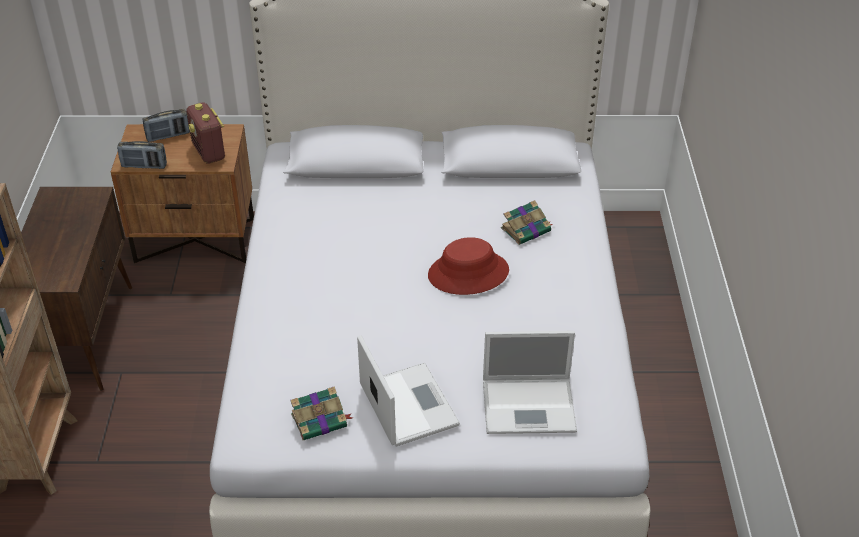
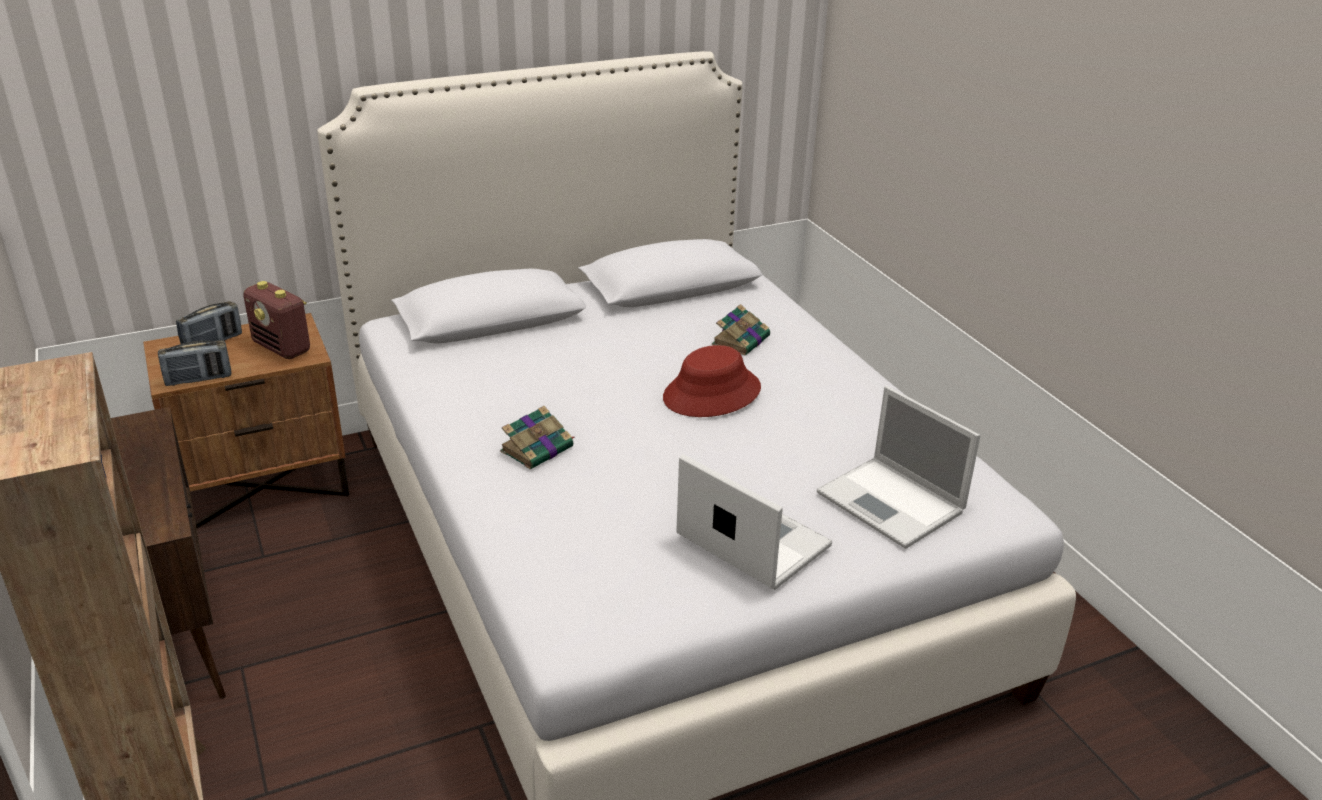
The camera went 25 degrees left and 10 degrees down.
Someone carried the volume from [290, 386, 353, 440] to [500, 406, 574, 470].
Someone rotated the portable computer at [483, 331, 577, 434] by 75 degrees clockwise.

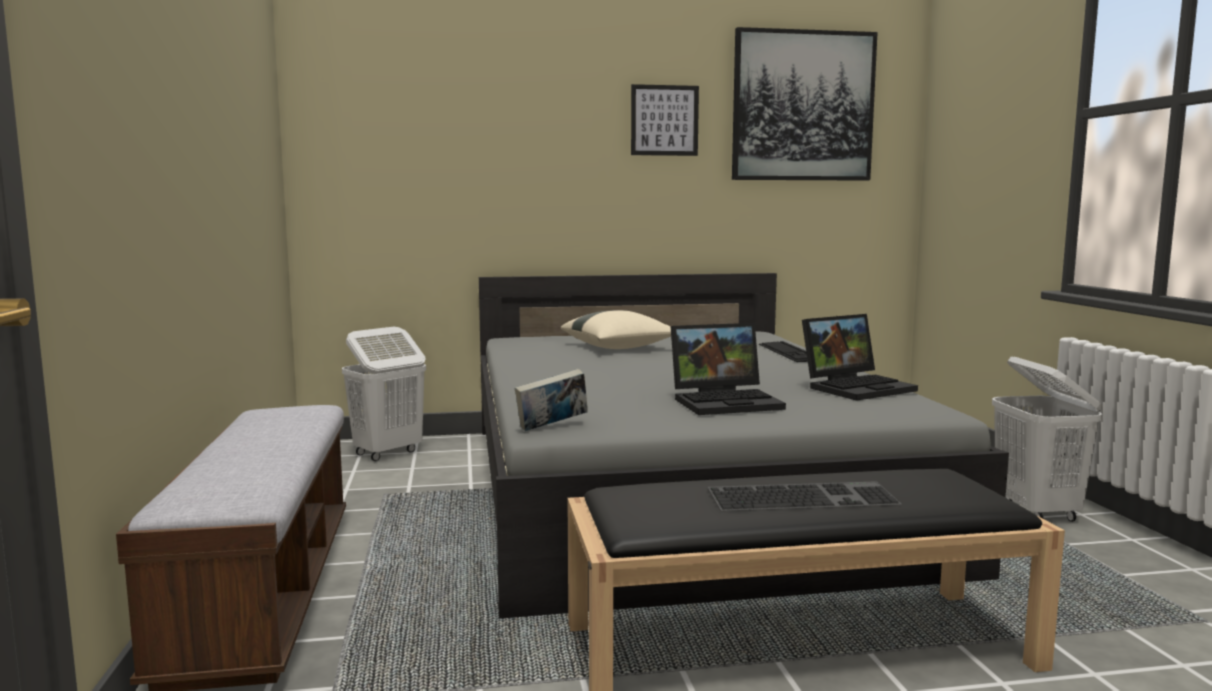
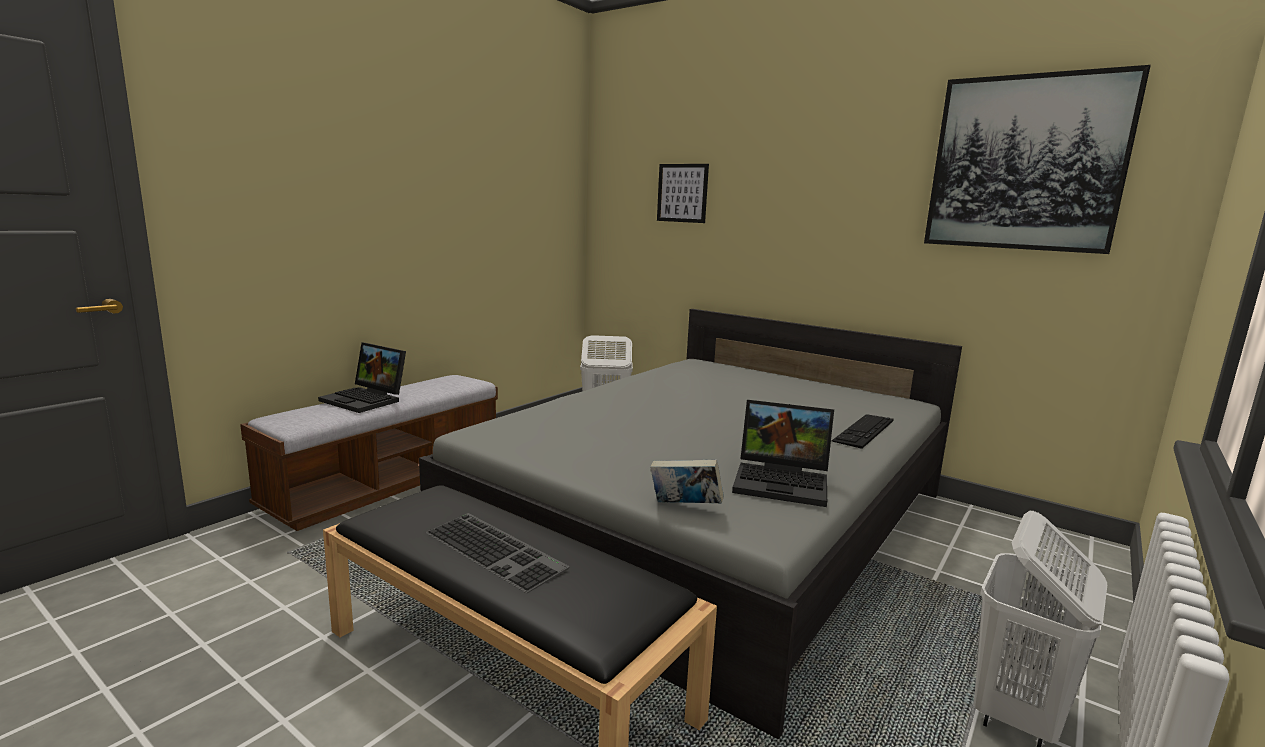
The camera went 45 degrees right and 5 degrees up.
Someone carried the portable computer from [671, 323, 786, 415] to [318, 342, 406, 413].
Someone carried the volume from [515, 369, 588, 431] to [650, 459, 724, 504].
Someone carried the wall picture from [631, 84, 699, 156] to [657, 164, 709, 223].
Someone took away the throw pillow/beige-coloured at [561, 310, 671, 349].

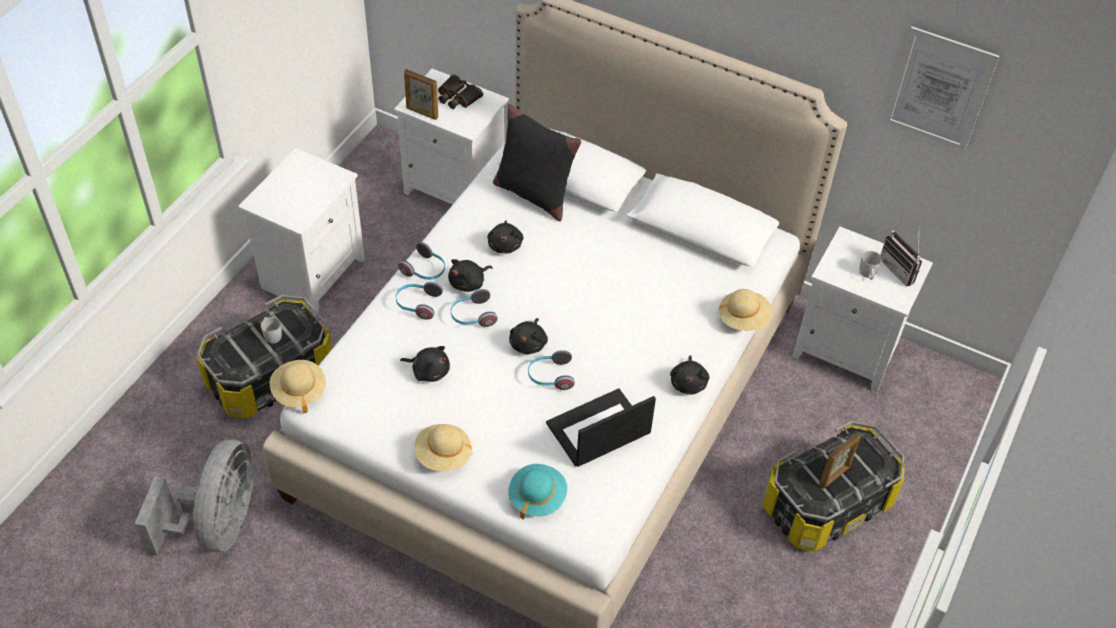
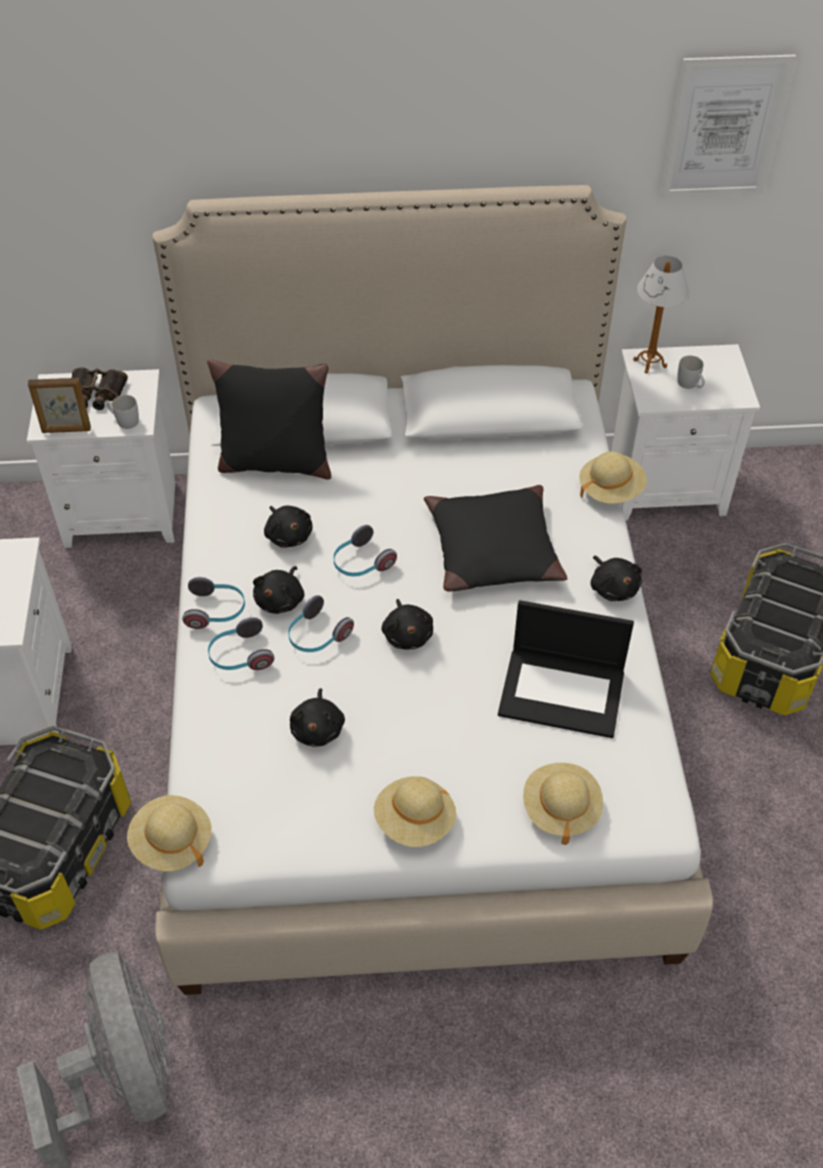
The camera went 30 degrees left and 0 degrees up.
Someone carried the mug/white-coloured from [261, 317, 282, 344] to [107, 395, 139, 429].
Someone rotated the cuddly toy/blackish at [400, 346, 450, 382] by 105 degrees clockwise.
Someone carried the headphones from [528, 350, 575, 390] to [333, 525, 397, 576].
Someone put down the throw pillow/blackish at [424, 485, 567, 592].
Someone rotated the portable computer at [546, 389, 656, 467] by 105 degrees counterclockwise.
Someone repainted the wearable hat/blue-green at [508, 464, 567, 520], which became the wearable hat/beige-coloured at [523, 763, 603, 845].
Someone put down the tabletop lamp at [633, 256, 689, 374].
Someone took away the photo frame at [819, 433, 861, 489].
Someone took away the radio at [880, 230, 922, 286].

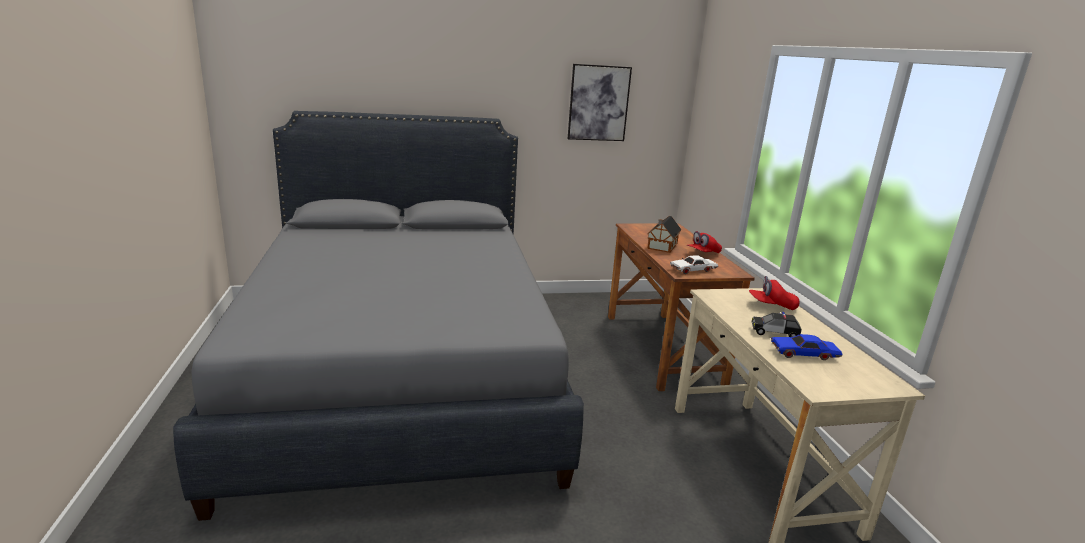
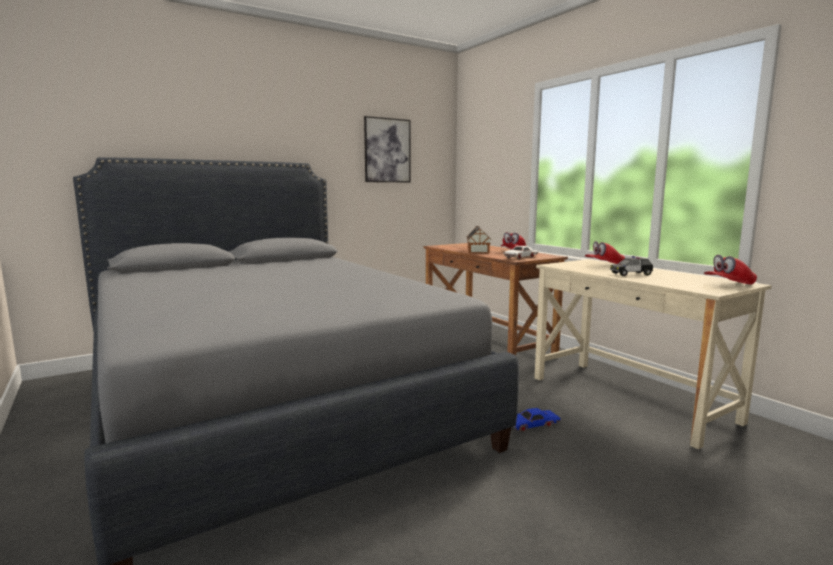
The camera went 20 degrees left and 10 degrees down.
Someone carried the toy car/blue from [771, 334, 843, 360] to [513, 408, 561, 432].
Someone put down the peaked cap/red at [704, 255, 757, 284].

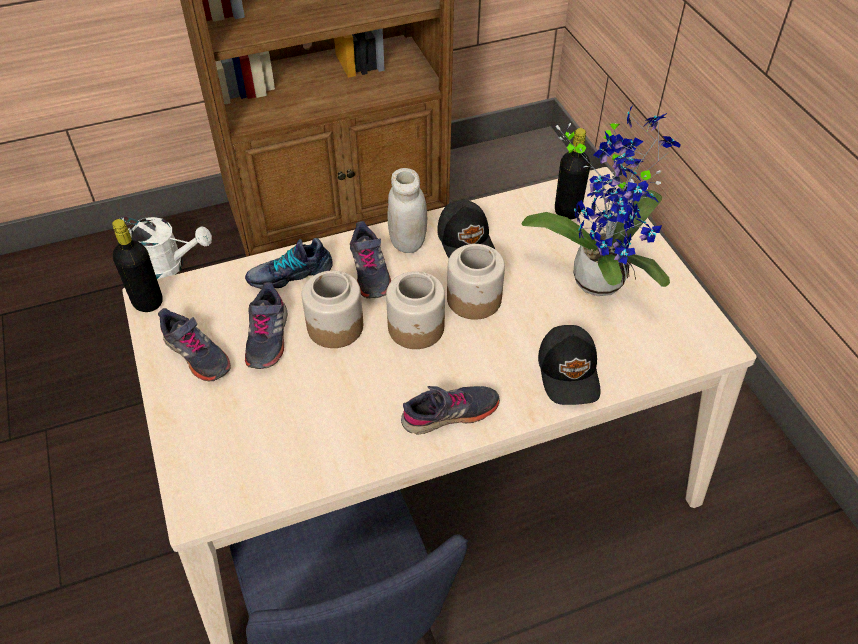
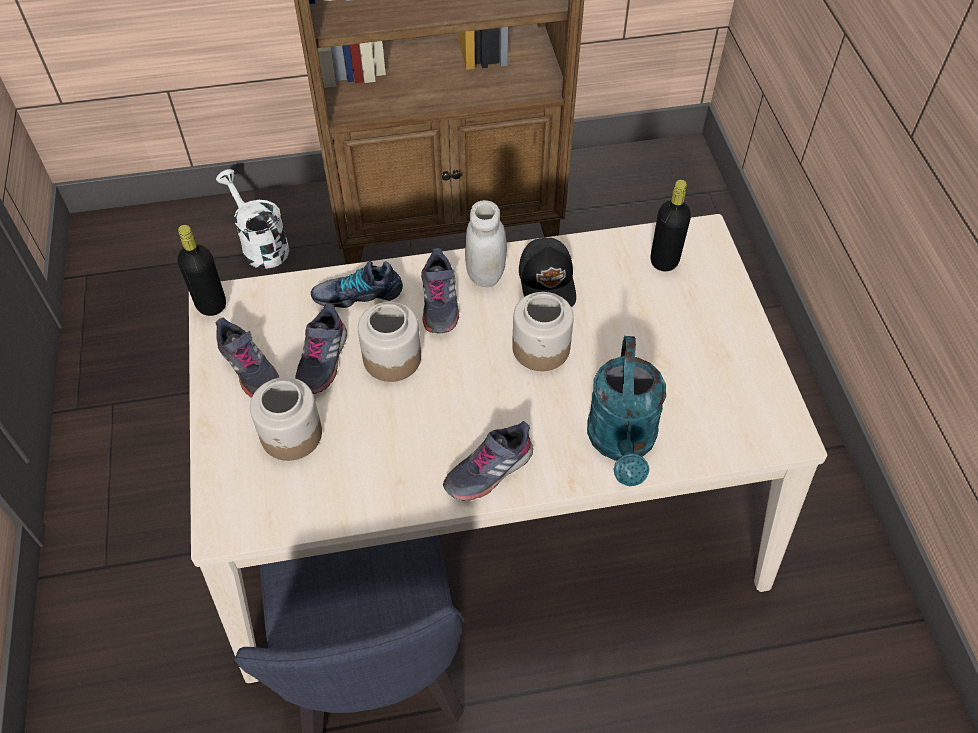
The camera went 10 degrees right and 5 degrees up.
Someone rotated the watering pot/white-coloured at [120, 217, 212, 279] by 150 degrees counterclockwise.
Someone carried the storage jar from [386, 271, 445, 349] to [250, 377, 322, 461].
Someone rotated the item of footwear/gray at [401, 386, 500, 435] by 150 degrees clockwise.
Someone swapped the peaked cap/blackish at [538, 325, 601, 405] for the watering pot/blue-green at [587, 336, 666, 486].
Someone took away the potted plant at [522, 105, 681, 296].

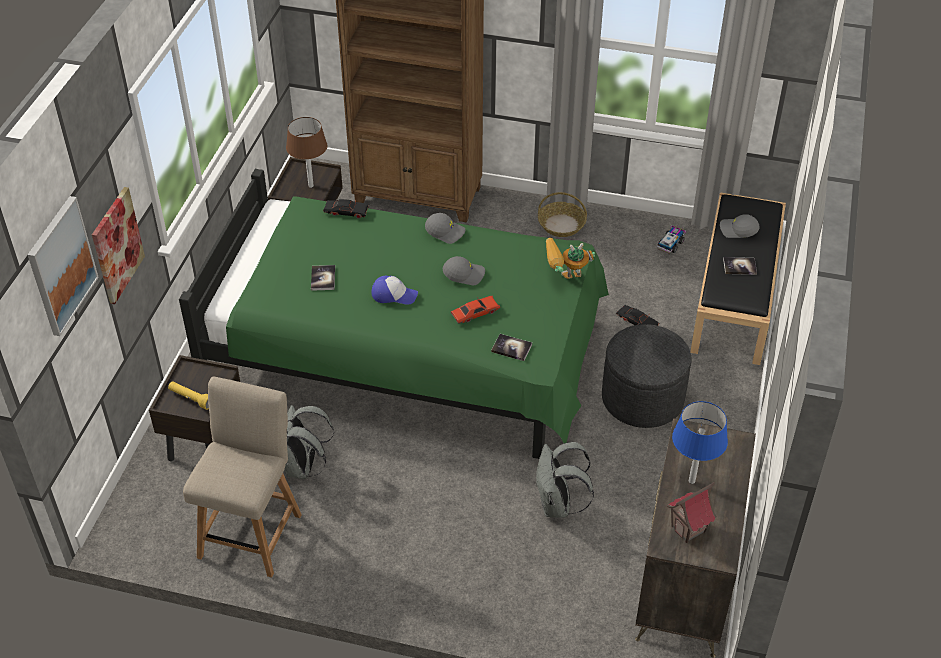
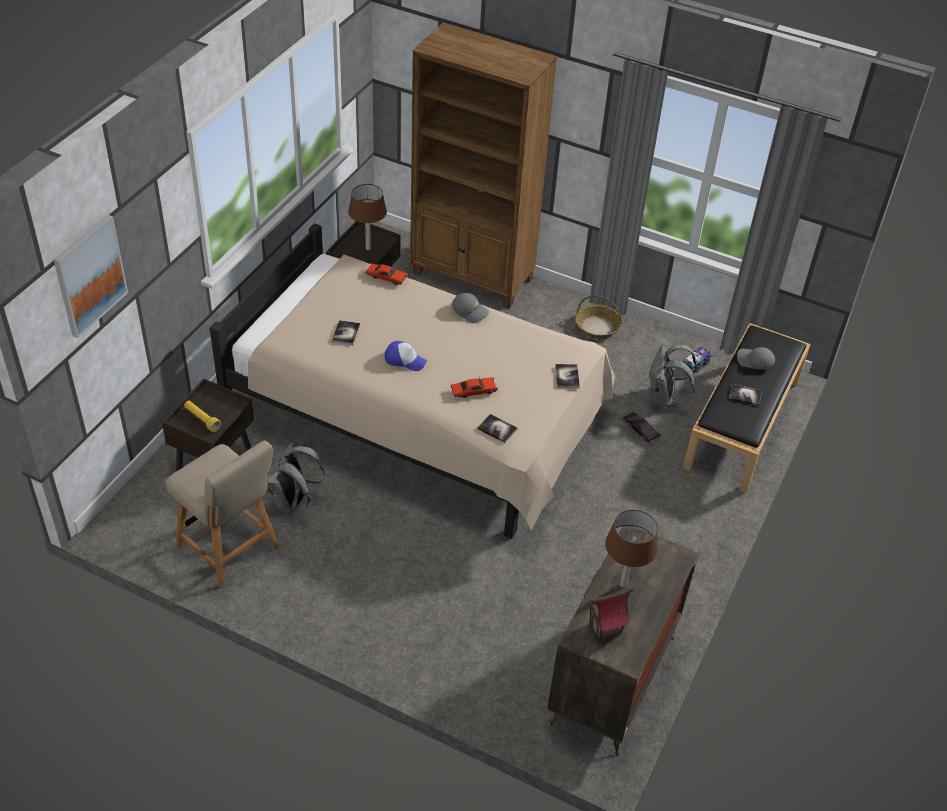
The camera went 10 degrees right and 0 degrees up.
Someone rotated the plain chair/beige-coloured at [183, 377, 302, 577] by 105 degrees clockwise.
Someone repainted the sleeping bed/green at [179, 169, 609, 459], which became the sleeping bed/beige-coloured at [210, 223, 615, 539].
Someone repainted the toy car/blackish at [323, 199, 369, 219], which became the toy car/red at [365, 264, 408, 285].
Someone swapped the toy robot at [546, 238, 595, 279] for the volume at [555, 364, 580, 388].
Someone repainted the tabletop lamp/blue at [672, 401, 728, 484], which became the tabletop lamp/brownish at [605, 510, 658, 588].
Someone carried the rucksack/gray from [535, 442, 594, 518] to [648, 345, 697, 408].
Someone took away the wall picture at [92, 187, 145, 304].
Someone took away the peaked cap/gray at [443, 256, 485, 285].
Someone took away the pouffe/gray at [602, 324, 692, 428].

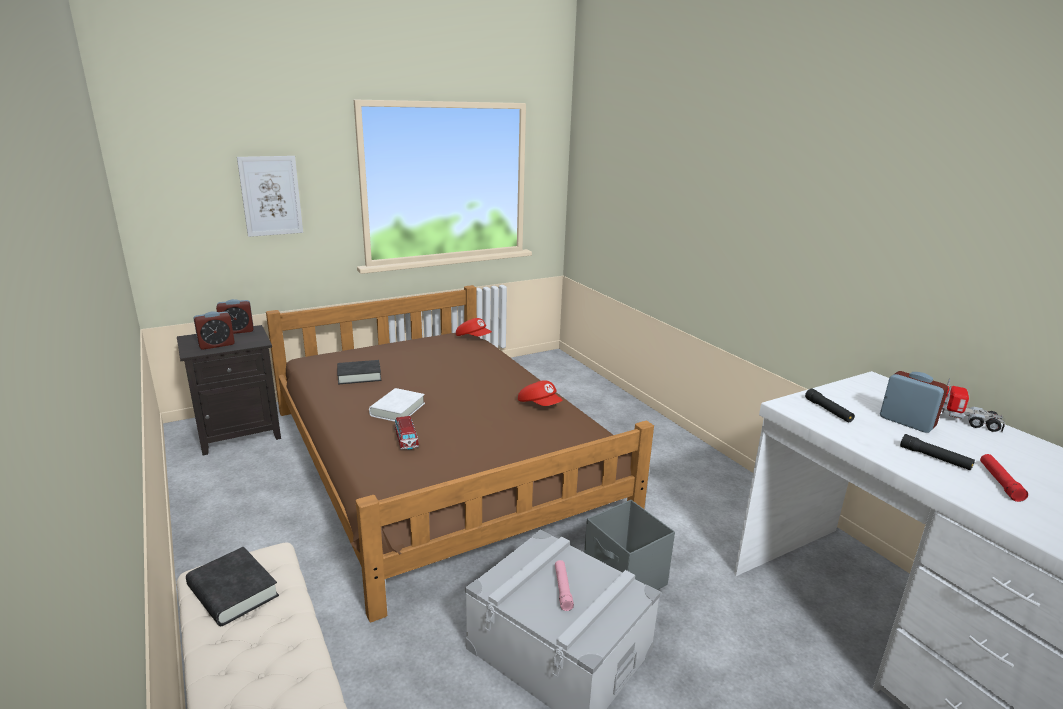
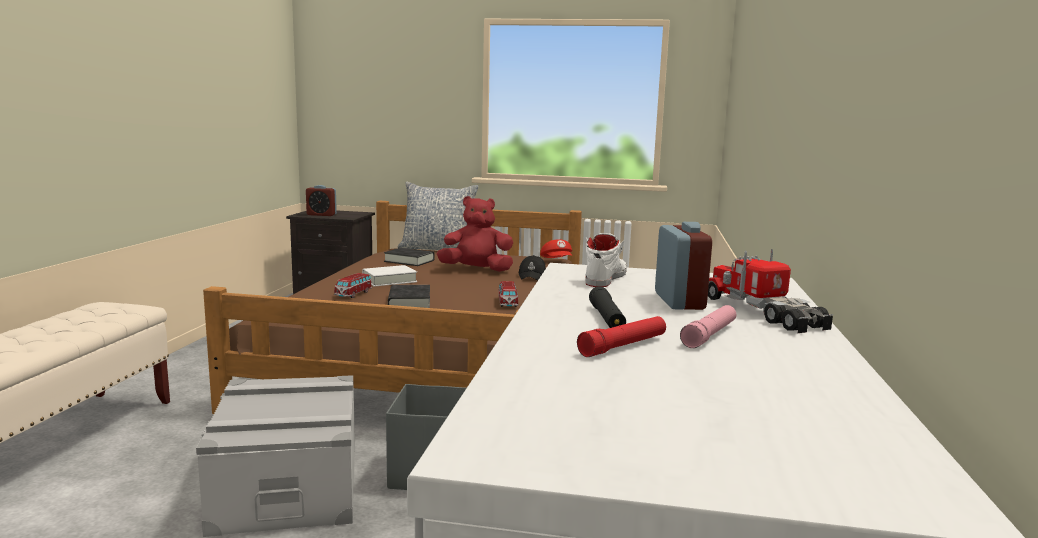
The camera went 40 degrees right and 10 degrees down.
Someone carried the volume/blackish from [186, 547, 279, 626] to [388, 285, 430, 308].
Someone put down the throw pillow at [398, 182, 479, 250].
Someone put down the cuddly toy/red at [437, 196, 513, 272].
Someone swapped the peaked cap/red at [518, 380, 562, 406] for the toy car at [498, 281, 518, 307].
Someone put down the peaked cap/blackish at [518, 255, 546, 281].
Someone swapped the torch/blackish at [805, 389, 855, 422] for the item of footwear/white-coloured at [585, 233, 627, 287].
Someone carried the torch/pinkish from [555, 560, 574, 611] to [680, 305, 736, 348].
Someone took away the alarm clock at [216, 299, 253, 334].
Someone took away the wall picture at [237, 156, 303, 237].

